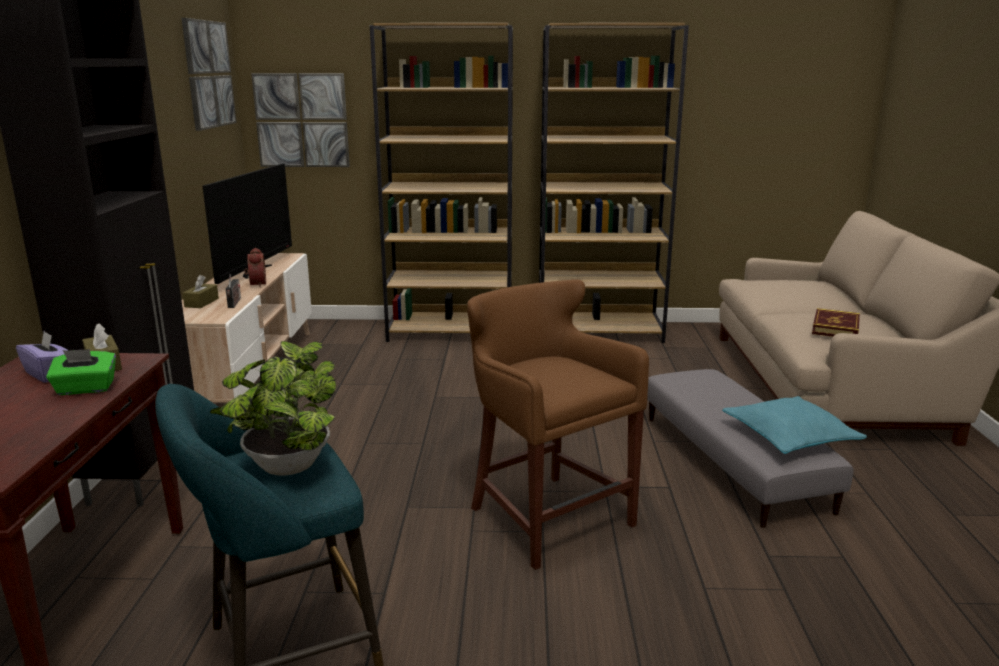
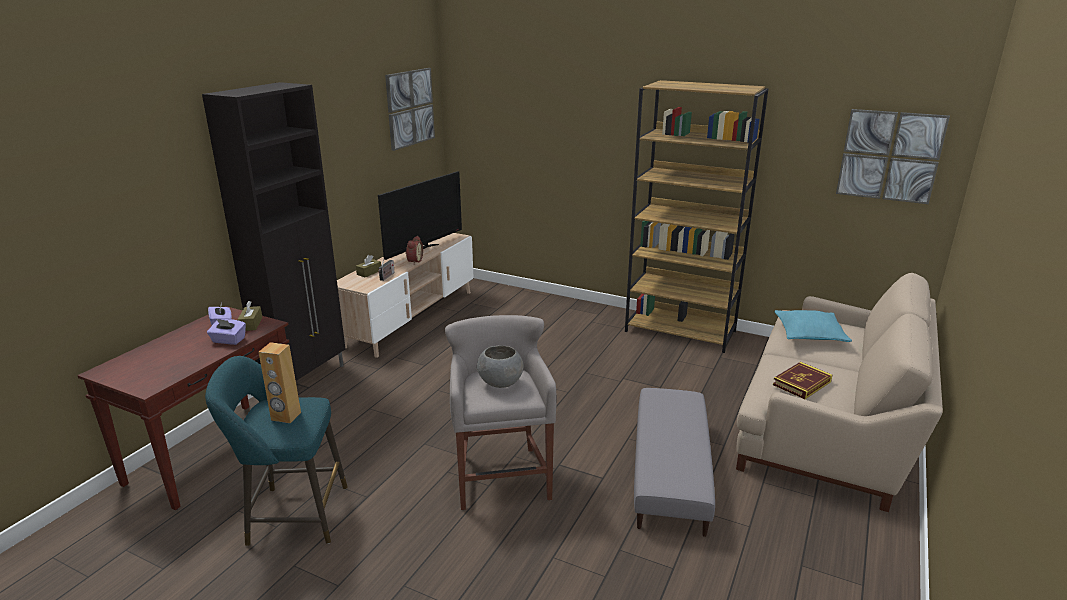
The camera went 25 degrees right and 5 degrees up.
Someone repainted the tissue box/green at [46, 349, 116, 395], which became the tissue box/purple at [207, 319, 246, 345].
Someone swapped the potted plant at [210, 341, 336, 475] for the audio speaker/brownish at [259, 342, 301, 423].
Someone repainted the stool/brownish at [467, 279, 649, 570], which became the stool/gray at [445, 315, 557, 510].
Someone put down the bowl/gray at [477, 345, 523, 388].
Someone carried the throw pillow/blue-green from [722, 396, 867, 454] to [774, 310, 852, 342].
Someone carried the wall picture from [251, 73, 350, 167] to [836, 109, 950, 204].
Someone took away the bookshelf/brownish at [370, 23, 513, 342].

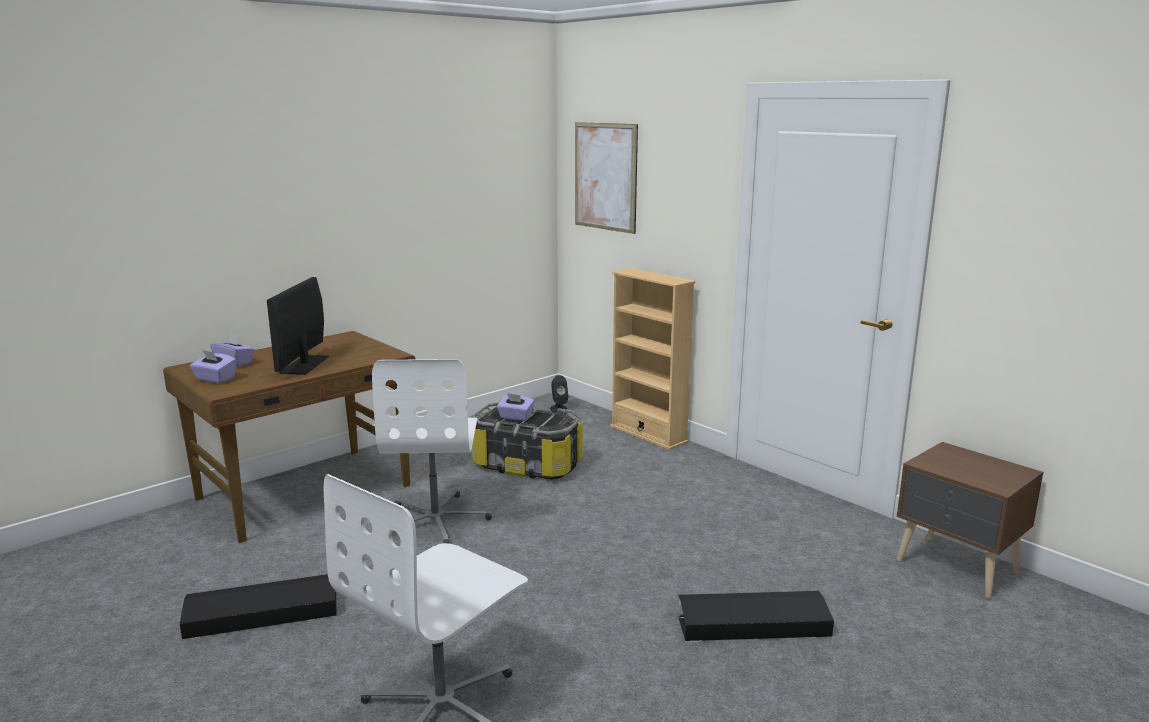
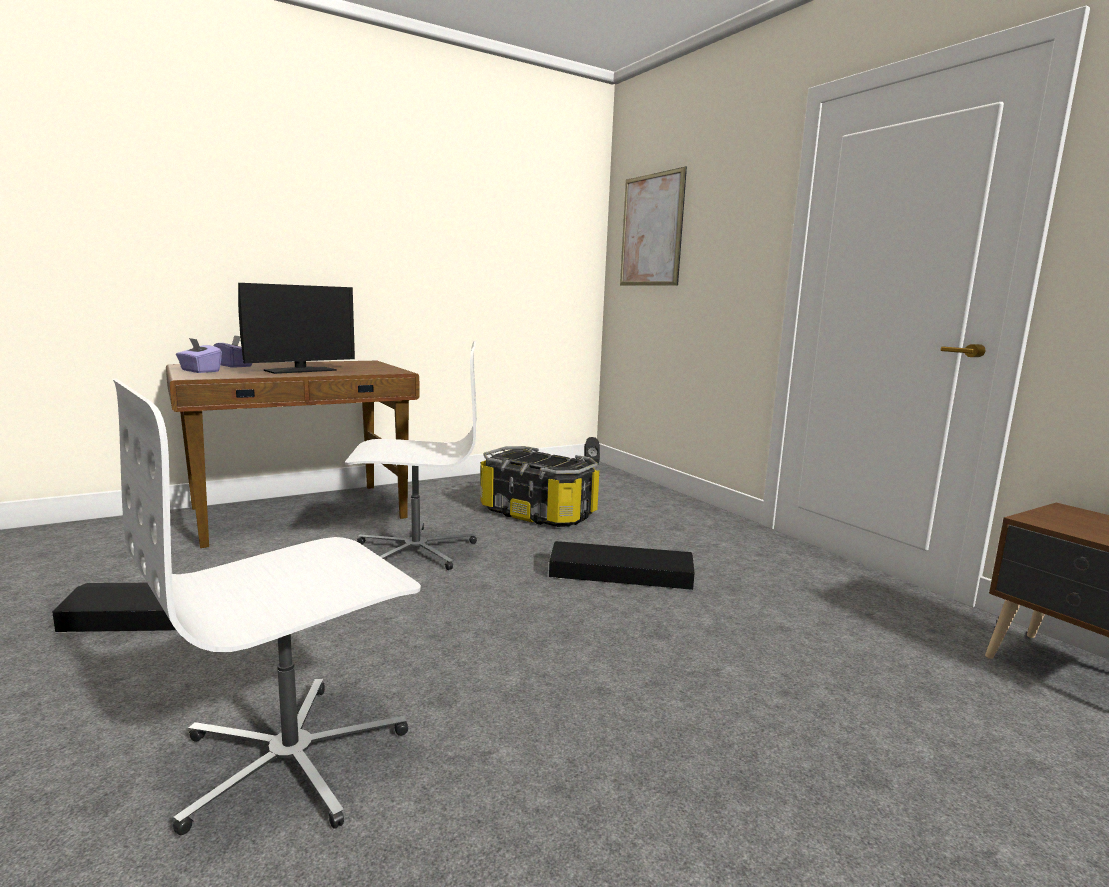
The camera went 10 degrees right and 5 degrees down.
Someone rotated the computer screen at [267, 277, 329, 375] by 150 degrees counterclockwise.
Someone rotated the computer chair/white-coloured at [372, 359, 492, 543] by 105 degrees counterclockwise.
Someone carried the storage container/blackish from [678, 591, 834, 642] to [549, 541, 694, 590].
Someone took away the tissue box/purple at [497, 393, 534, 421].
Someone took away the bookshelf/beige-coloured at [610, 268, 695, 450].

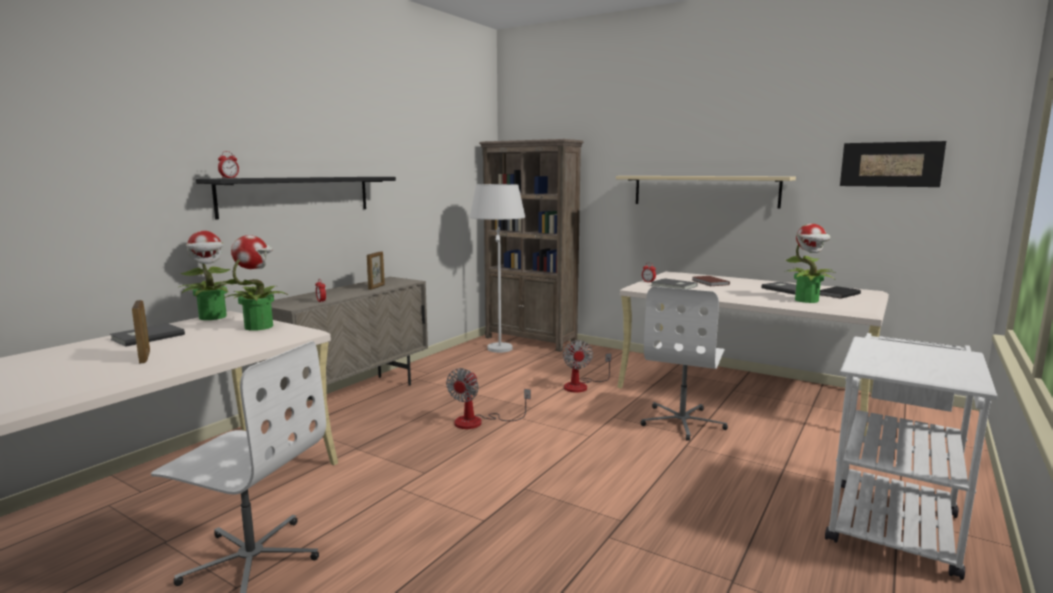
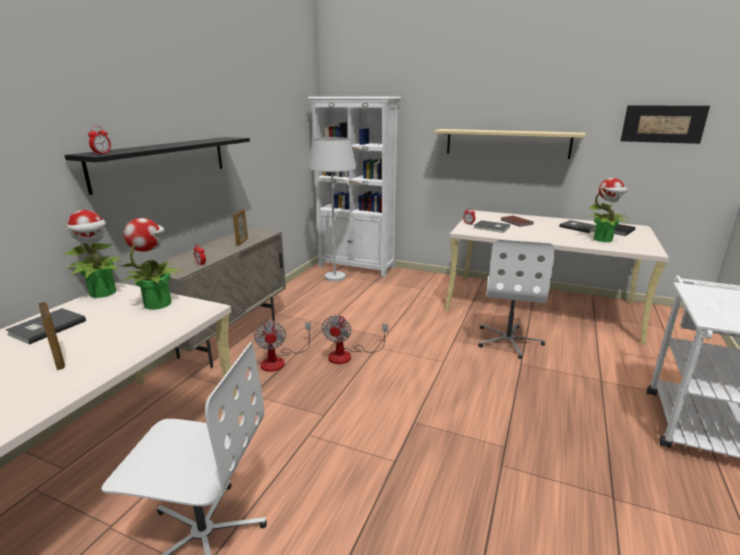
The camera went 10 degrees left and 10 degrees up.
Someone carried the electric fan from [563, 340, 611, 393] to [254, 321, 311, 372].
Someone repainted the bookshelf/brownish at [479, 139, 584, 352], which became the bookshelf/white-coloured at [308, 97, 401, 277].

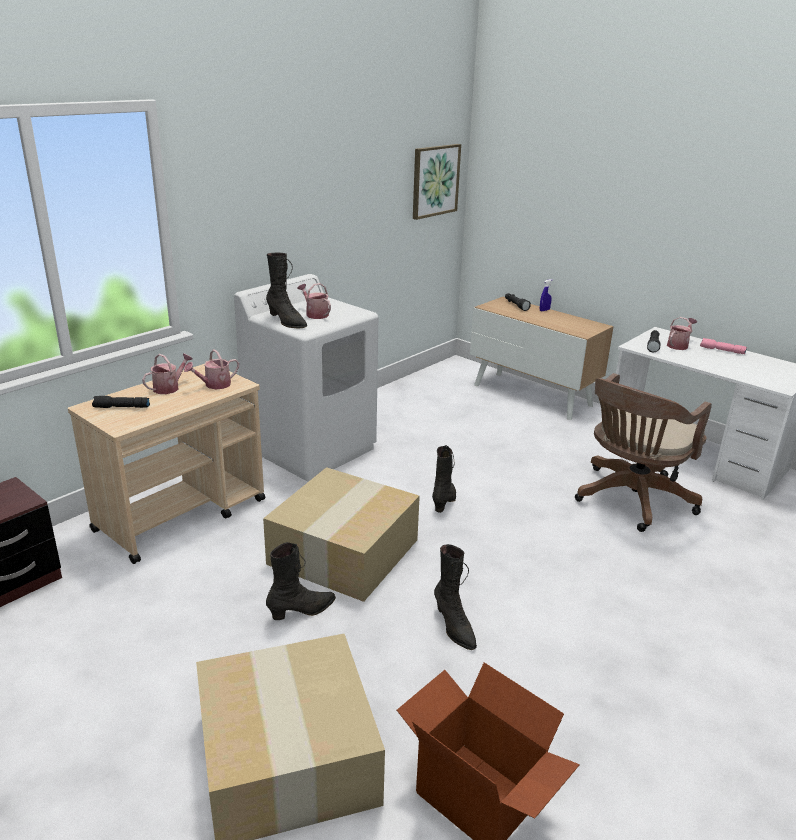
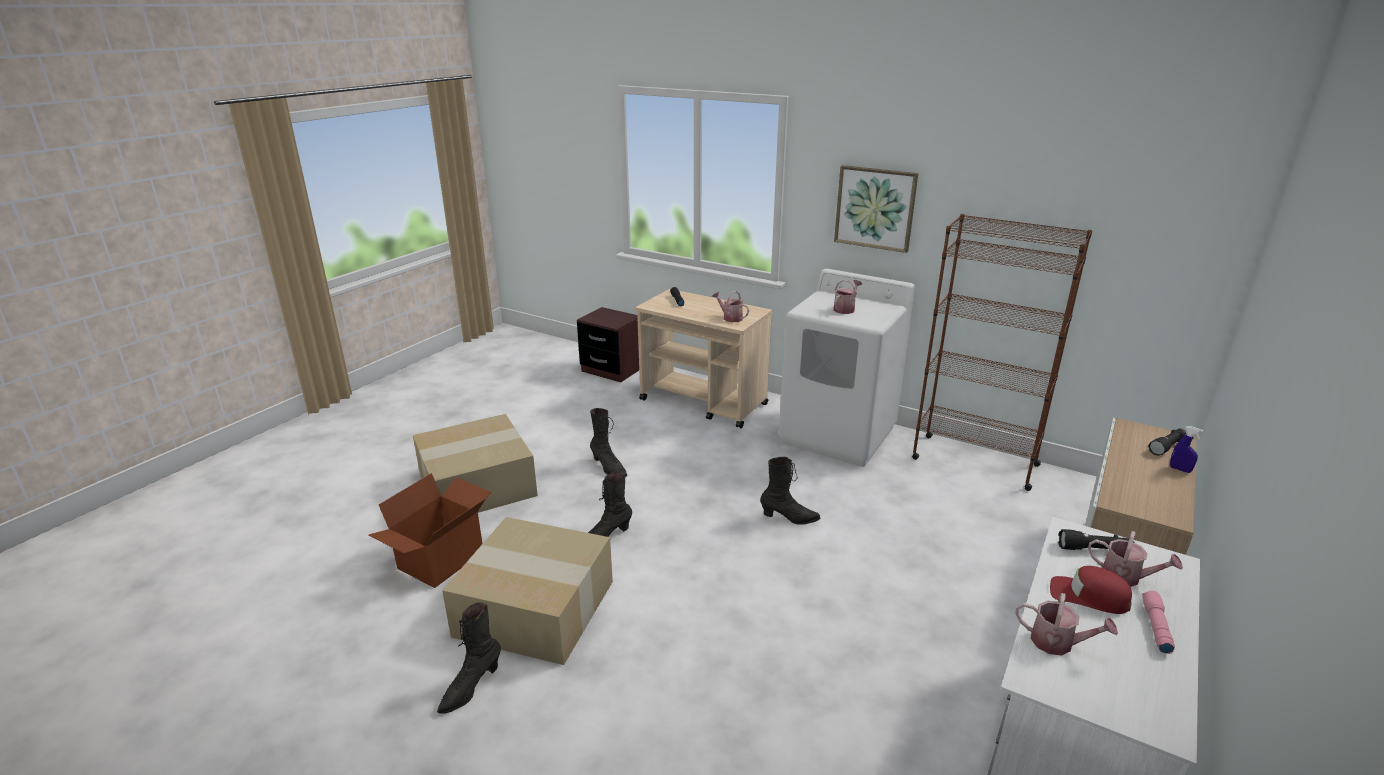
The camera went 80 degrees right and 0 degrees up.
Someone carried the tall boot/blackish from [266, 253, 307, 329] to [437, 603, 501, 714].
Someone carried the cardboard box from [263, 467, 420, 602] to [442, 517, 613, 665].
Someone carried the wall picture from [413, 144, 461, 220] to [834, 165, 918, 253].
Someone put down the bookshelf/brownish at [912, 214, 1092, 491].
Someone carried the watering pot from [142, 353, 193, 394] to [1015, 593, 1118, 656].
Someone put down the peaked cap/red at [1050, 566, 1132, 614].
Someone took away the computer chair/brownish at [575, 373, 712, 532].

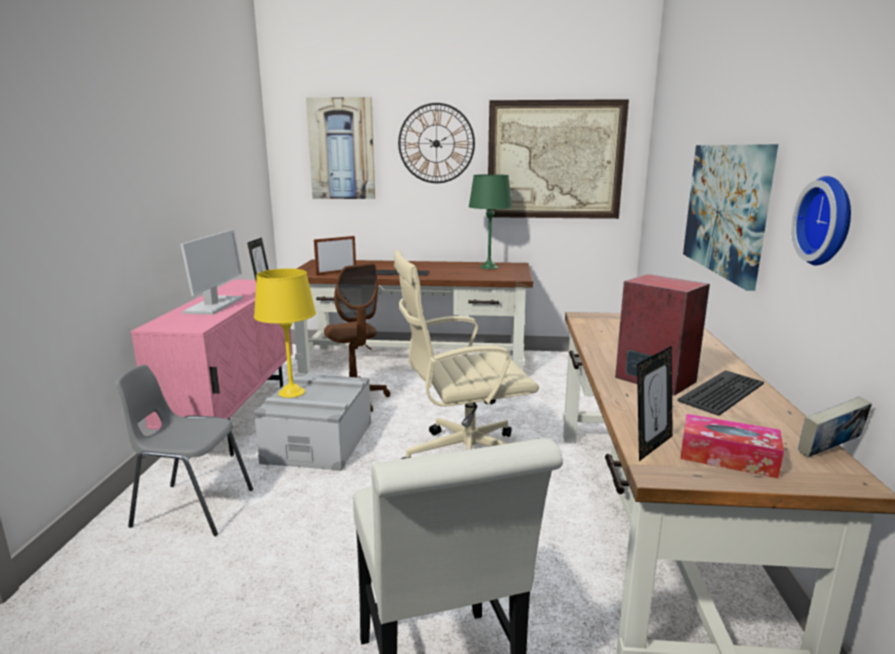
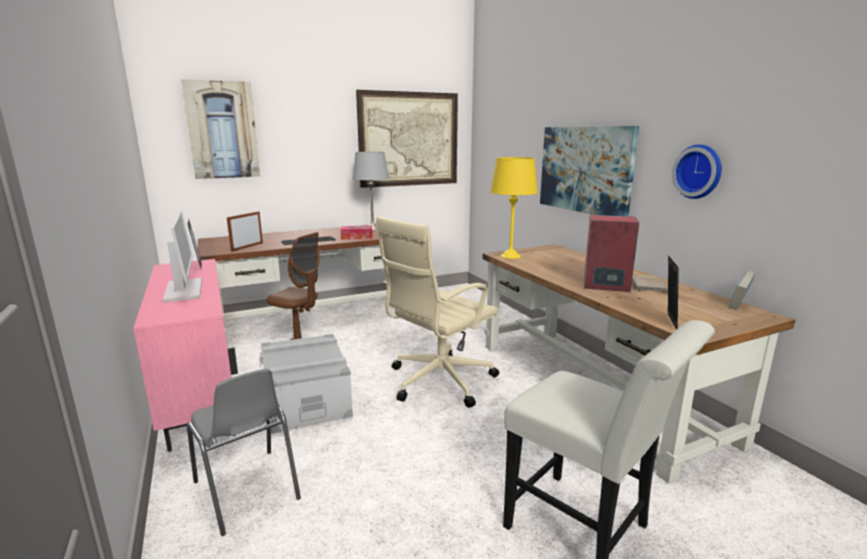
The camera went 30 degrees left and 0 degrees up.
Someone rotated the plain chair/gray at [115, 365, 253, 536] by 105 degrees counterclockwise.
Someone carried the tissue box from [680, 414, 784, 479] to [341, 226, 373, 240].
Someone repainted the tabletop lamp/green at [469, 174, 512, 269], which became the tabletop lamp/gray at [353, 152, 389, 230].
Someone carried the tabletop lamp/yellowish from [254, 268, 316, 398] to [490, 157, 538, 259].
Someone swapped the computer keyboard at [677, 370, 764, 416] for the volume/beige-coloured at [632, 275, 668, 292].
Someone took away the clock on the wall at [398, 103, 475, 183].

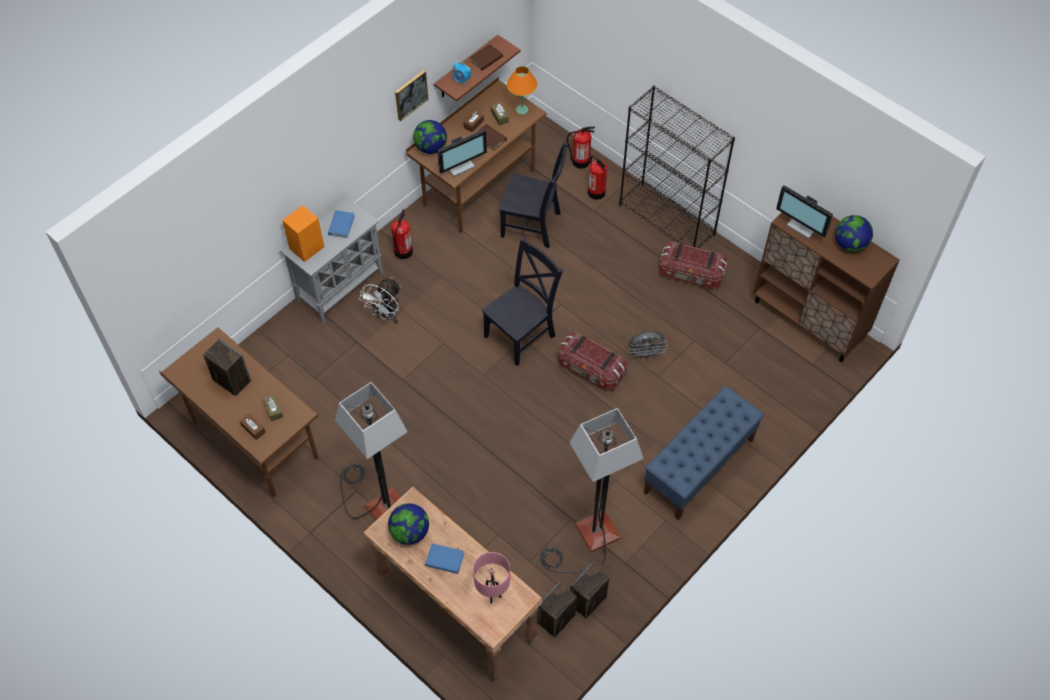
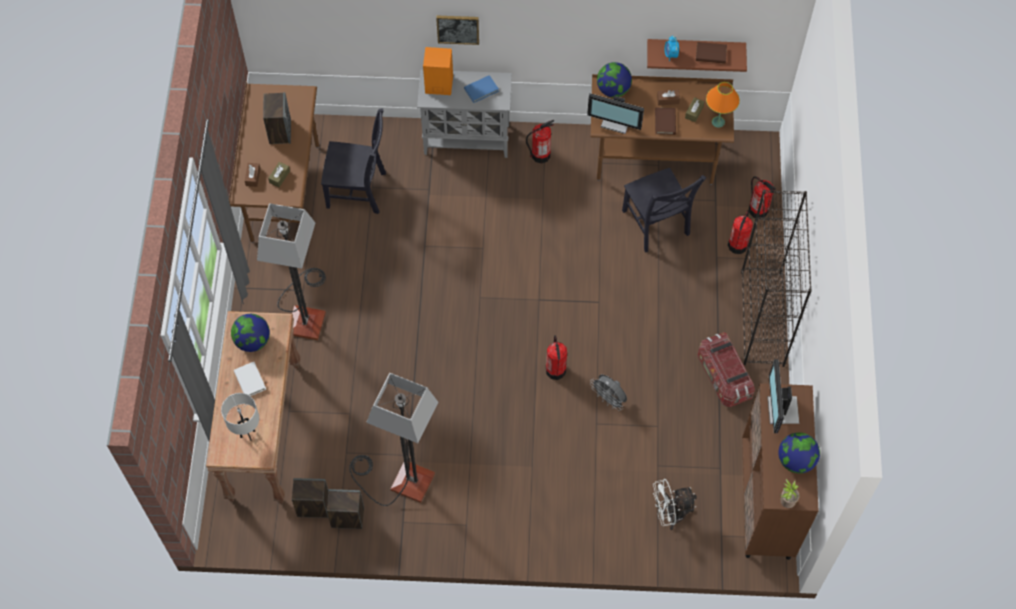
The camera went 50 degrees right and 5 degrees up.
Someone repainted the tabletop lamp/pinkish at [473, 552, 510, 604], which became the tabletop lamp/white-coloured at [221, 393, 259, 441].
Someone repainted the volume/blue at [425, 543, 464, 574], which became the volume/white-coloured at [234, 362, 266, 396].
Someone carried the plain chair/blackish from [482, 237, 563, 366] to [321, 108, 386, 214].
Someone carried the wall picture from [395, 70, 428, 121] to [436, 16, 479, 45].
Someone swapped the storage container at [558, 332, 627, 391] for the fire-fighting cylinder at [546, 335, 567, 380].
Someone carried the electric fan/white-coloured from [359, 278, 401, 324] to [653, 479, 697, 530].
Someone put down the potted plant at [780, 479, 800, 508].
Someone took away the indoor bench/blue at [644, 386, 764, 520].

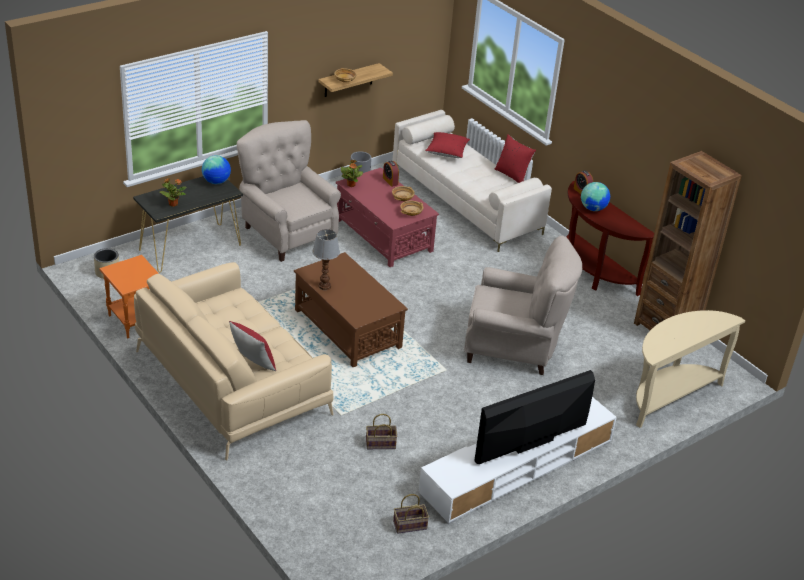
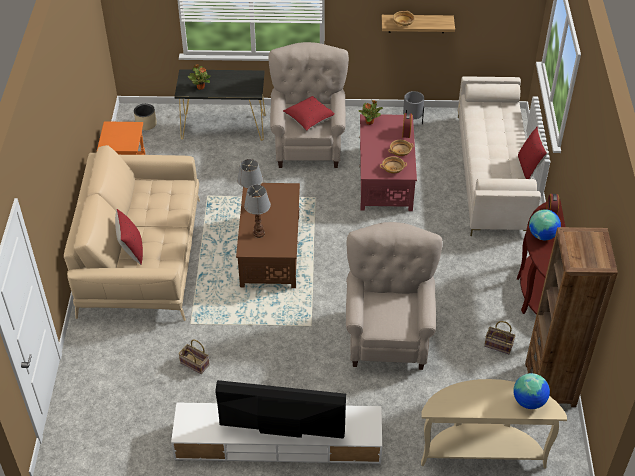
The camera went 40 degrees right and 10 degrees up.
Someone put down the tabletop lamp at [244, 185, 271, 238].
Someone carried the throw pillow/red from [425, 132, 470, 158] to [283, 96, 335, 131].
Someone rotated the armchair/beige-coloured at [464, 236, 582, 375] by 135 degrees counterclockwise.
Someone carried the household basket from [393, 494, 429, 534] to [484, 321, 516, 354].
Someone carried the desk globe from [202, 155, 231, 184] to [513, 373, 550, 409].

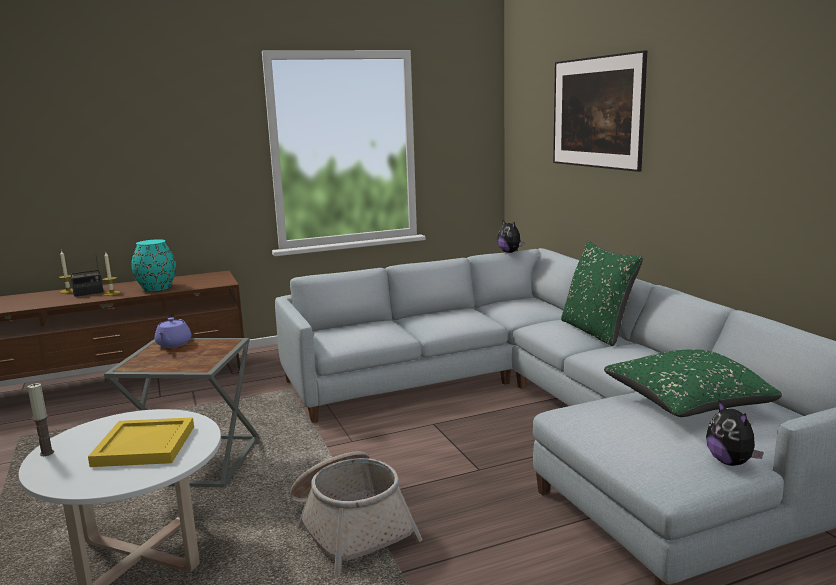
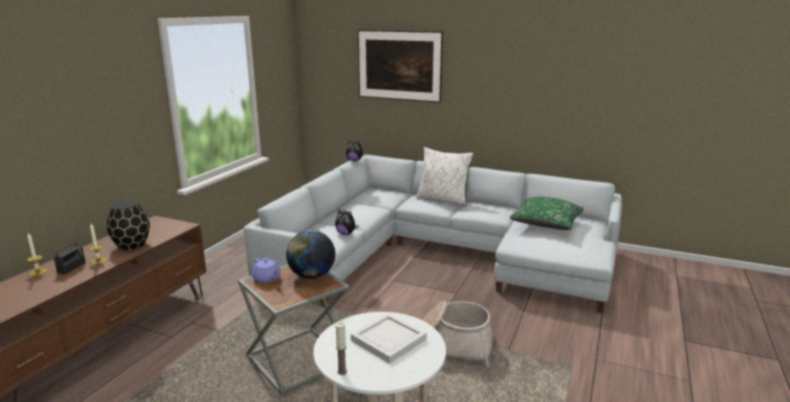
The camera went 45 degrees left and 5 degrees up.
Someone repainted the flower vase/blue-green at [131, 239, 176, 291], which became the flower vase/blackish at [107, 200, 150, 250].
Someone put down the desk globe at [286, 230, 335, 279].
Someone carried the cuddly toy from [706, 400, 764, 466] to [335, 208, 359, 235].
Someone repainted the tray/yellowish at [88, 417, 194, 467], which became the tray/white-coloured at [351, 313, 427, 364].
Someone repainted the throw pillow/green at [561, 241, 643, 346], which became the throw pillow/white-coloured at [416, 147, 474, 206].

